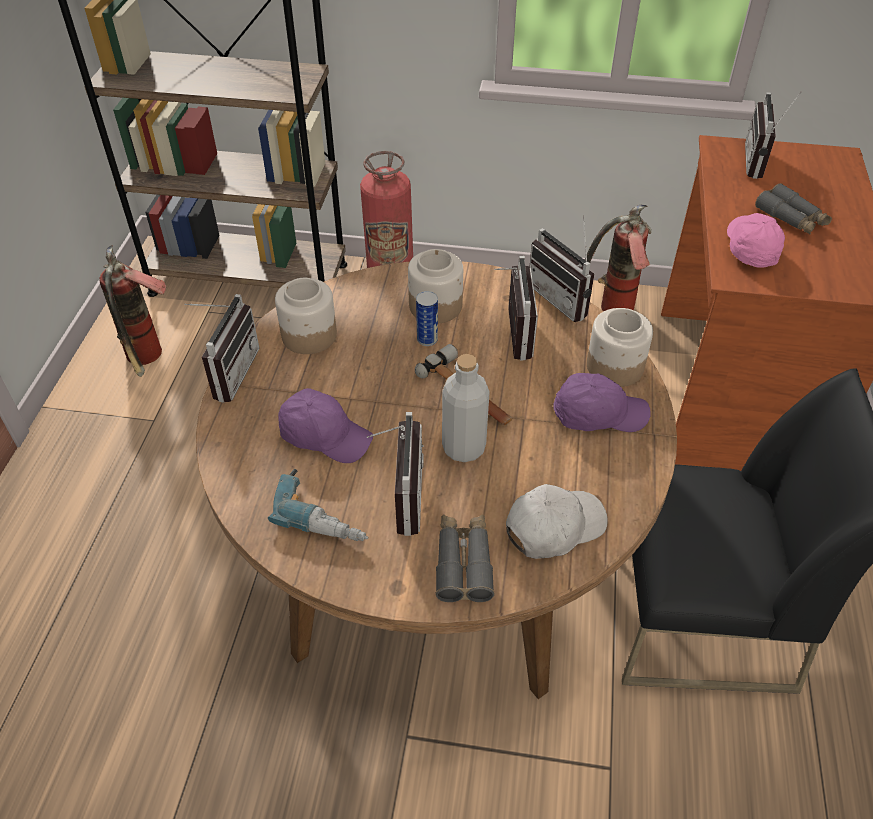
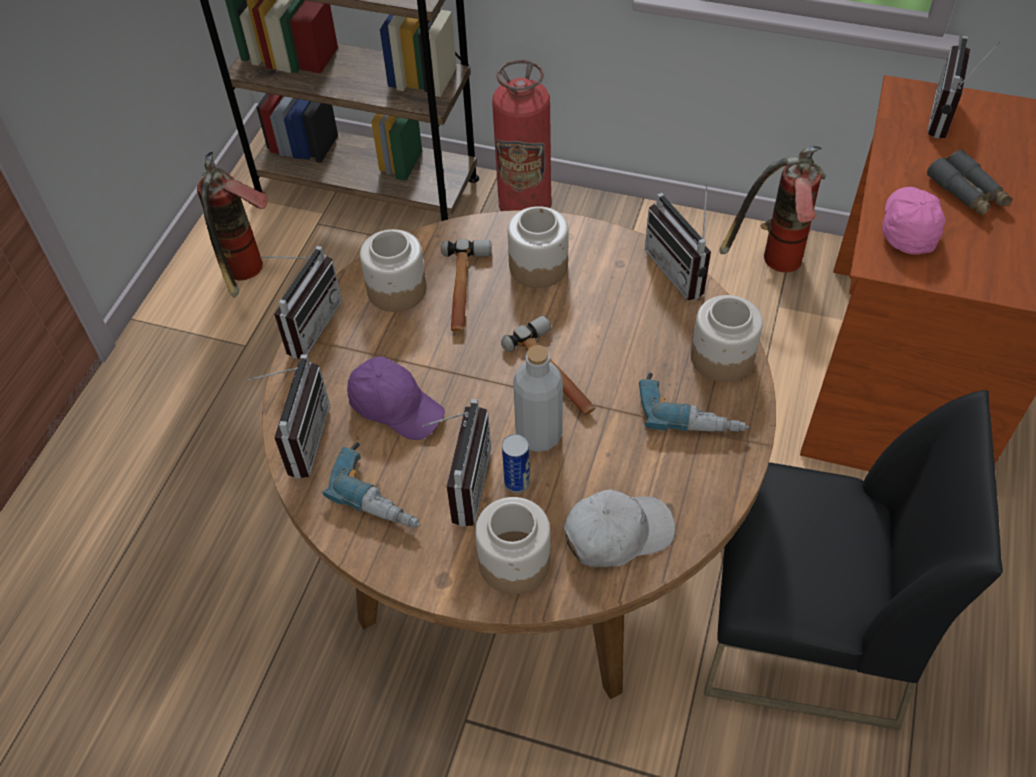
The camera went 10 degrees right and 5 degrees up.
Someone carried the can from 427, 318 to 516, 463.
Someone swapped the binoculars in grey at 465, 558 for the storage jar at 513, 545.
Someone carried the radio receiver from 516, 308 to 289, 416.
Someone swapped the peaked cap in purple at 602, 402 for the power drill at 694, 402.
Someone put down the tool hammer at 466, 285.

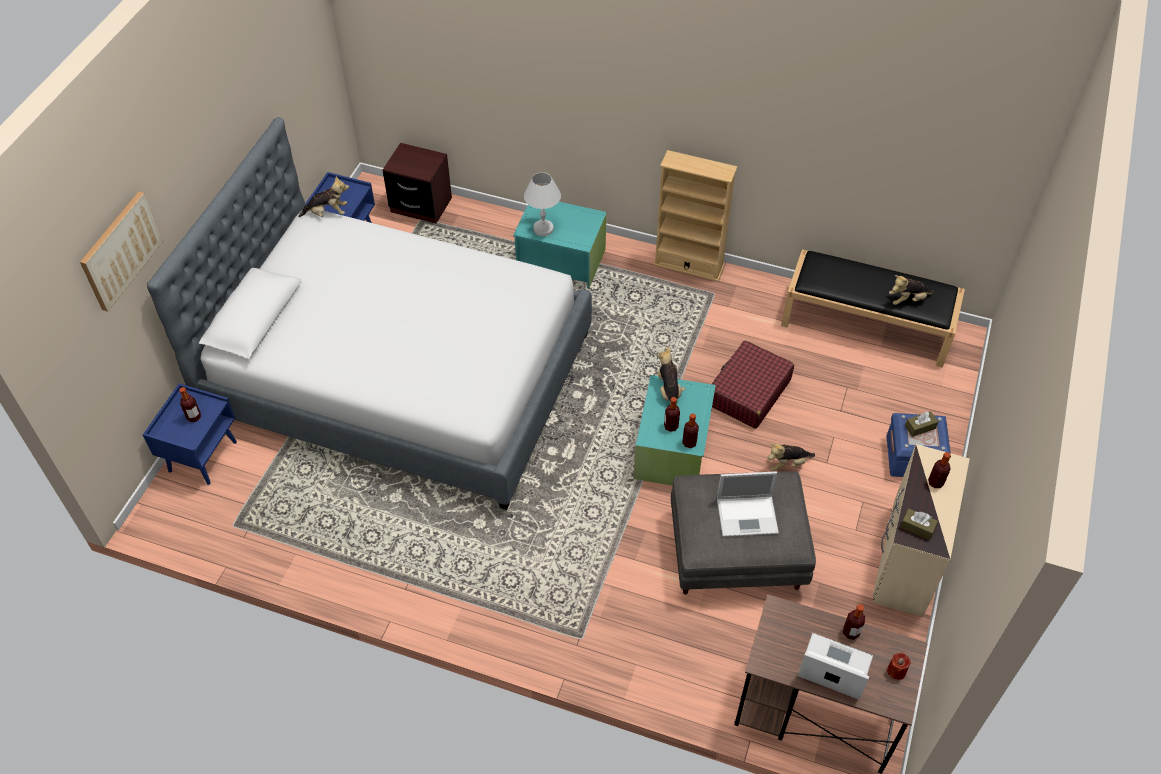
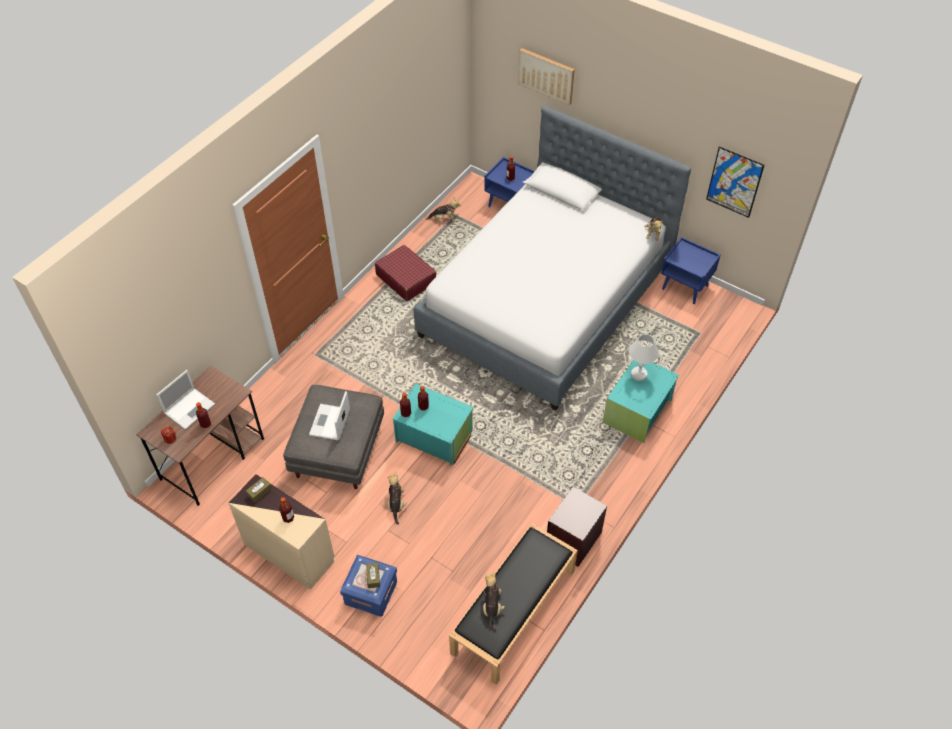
The camera went 105 degrees right and 0 degrees up.
Someone carried the bedside table in brownish from 417, 183 to 577, 527.
Someone took away the shelving unit in beige at 695, 216.
Someone carried the soft toy from 671, 374 to 443, 209.
Someone carried the piece of luggage in red from 753, 385 to 406, 273.
Someone put up the picture at 735, 182.

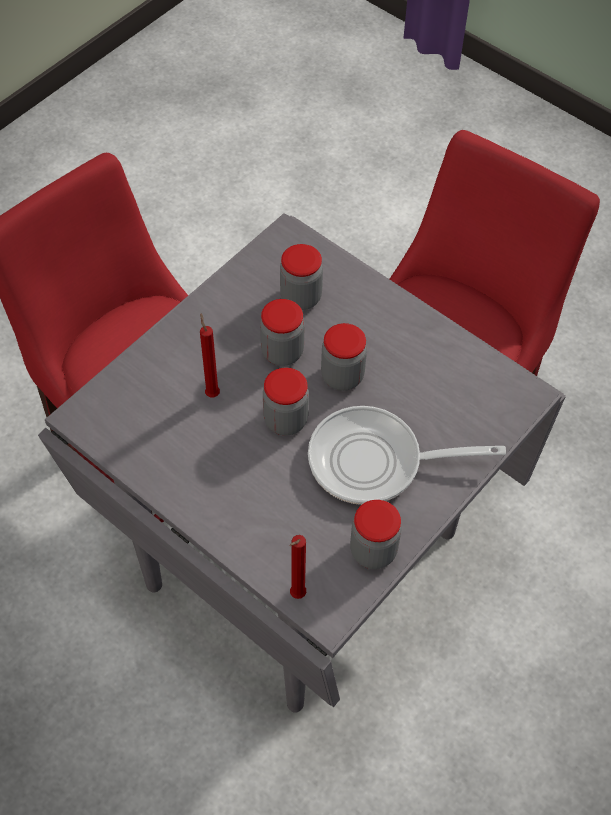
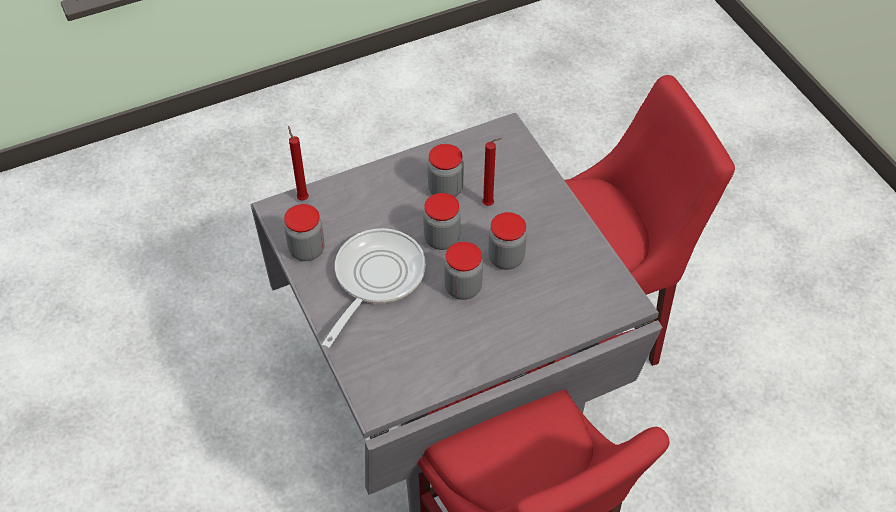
The camera went 115 degrees right and 5 degrees down.
Someone carried the storage jar from 301, 277 to 446, 170.

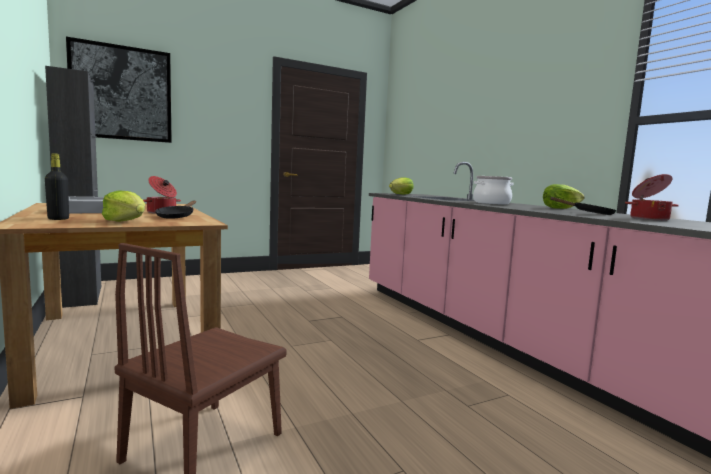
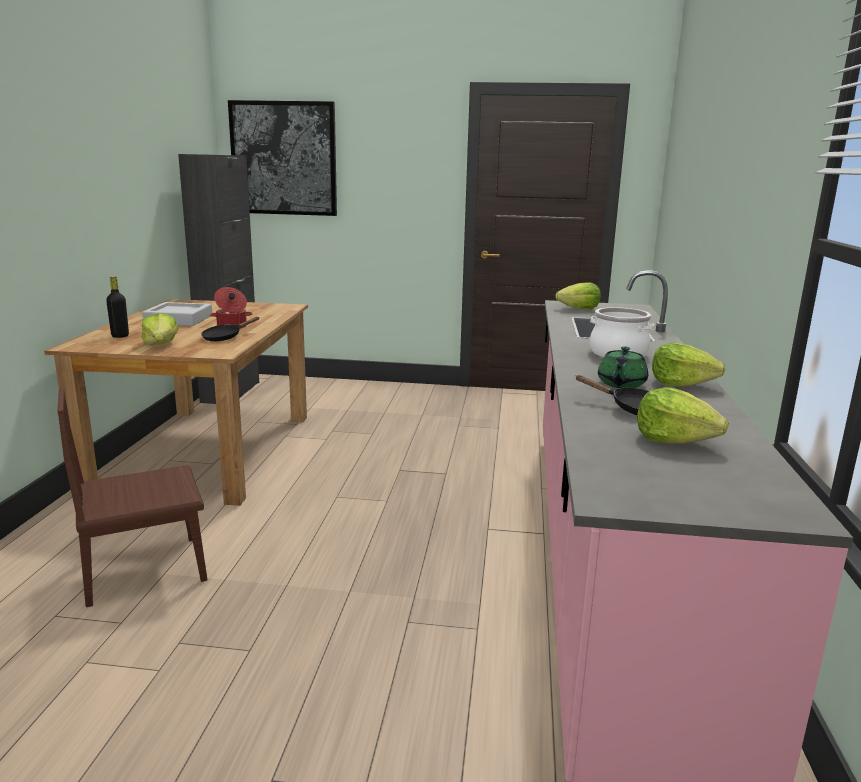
The camera went 35 degrees right and 10 degrees up.
Someone swapped the stockpot at 652, 197 for the head of lettuce at 682, 415.
Someone put down the pot for tea in green-coloured at 623, 367.

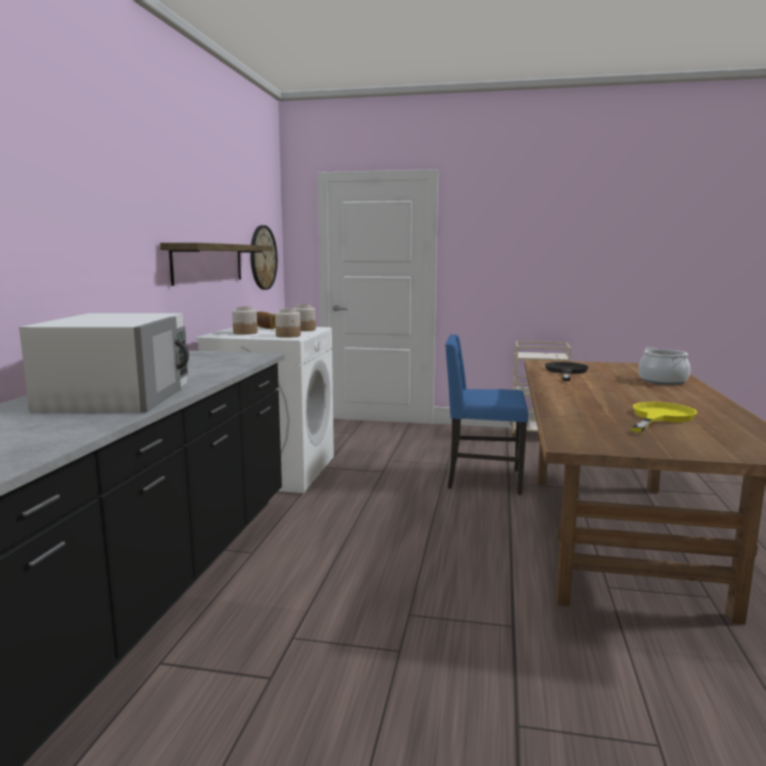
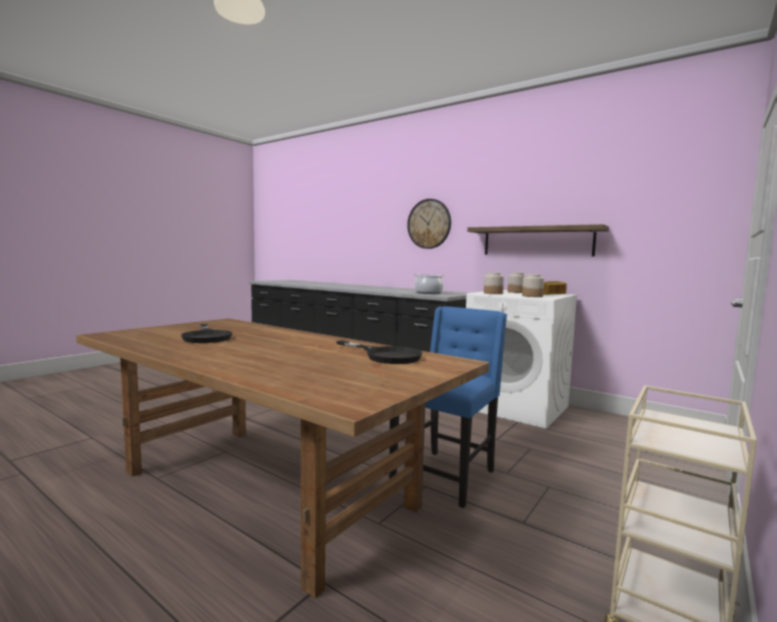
The camera went 115 degrees right and 5 degrees down.
Someone took away the kitchen microwave in white-coloured at 104, 363.
Someone carried the wall clock from 264, 257 to 429, 224.
Someone repainted the skillet in yellow-coloured at 664, 417, which became the skillet in black at 207, 333.
Someone carried the stockpot from 664, 366 to 429, 284.

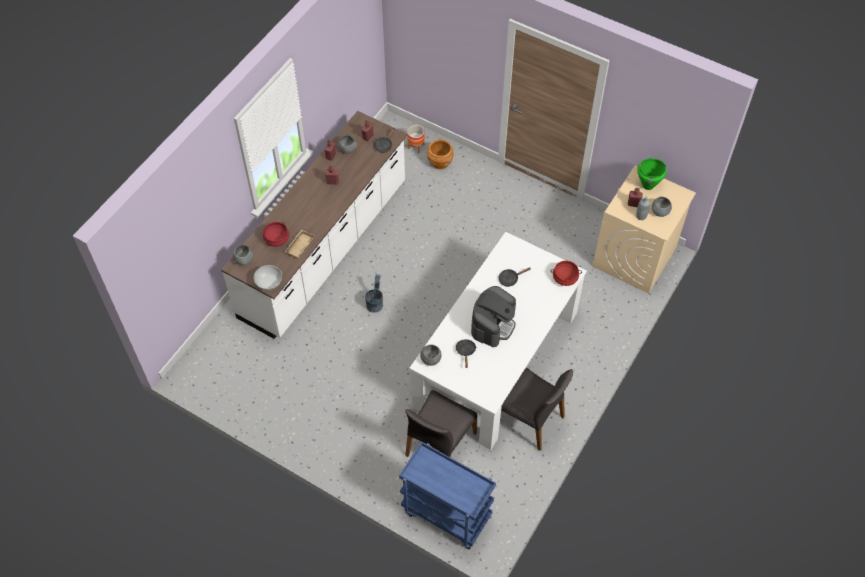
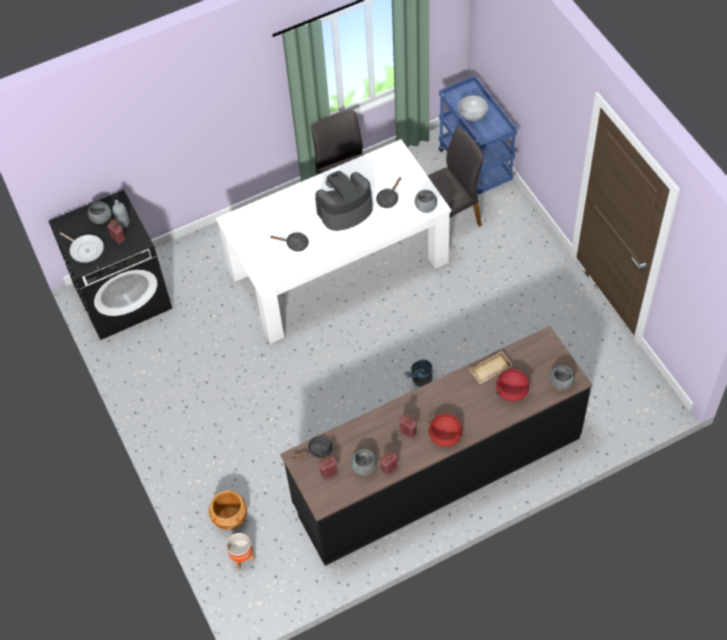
The camera went 145 degrees left and 0 degrees up.
Someone repainted the counter in white-coloured at 314, 225, which became the counter in black at 436, 446.
Someone carried the deep dish in white-coloured from 268, 277 to 473, 108.
Someone carried the stockpot in red from 566, 273 to 445, 430.
Someone repainted the laundry machine in beige at 644, 230, which became the laundry machine in black at 110, 265.
Someone swapped the stockpot in green-coloured at 652, 174 for the skillet at 82, 247.

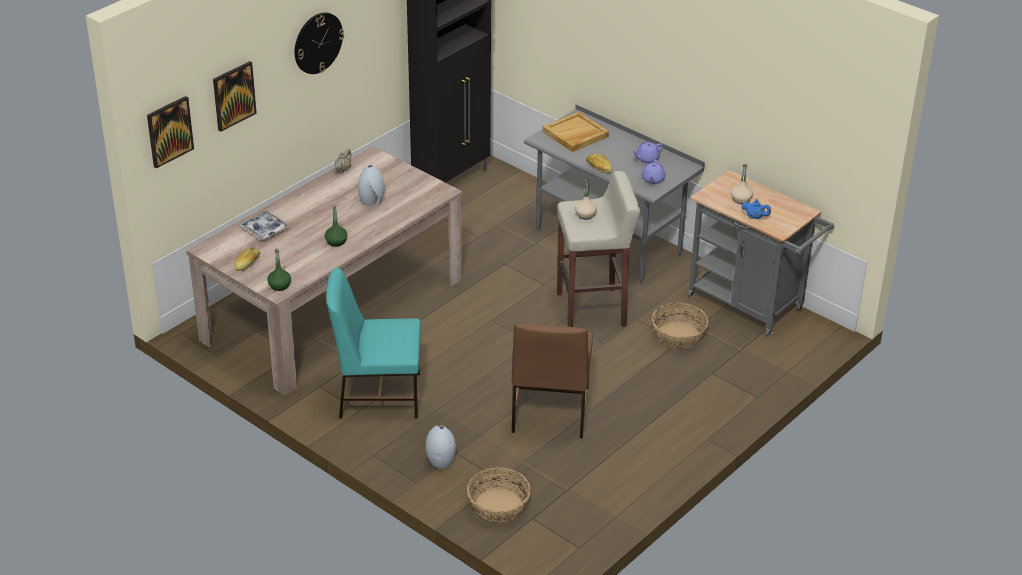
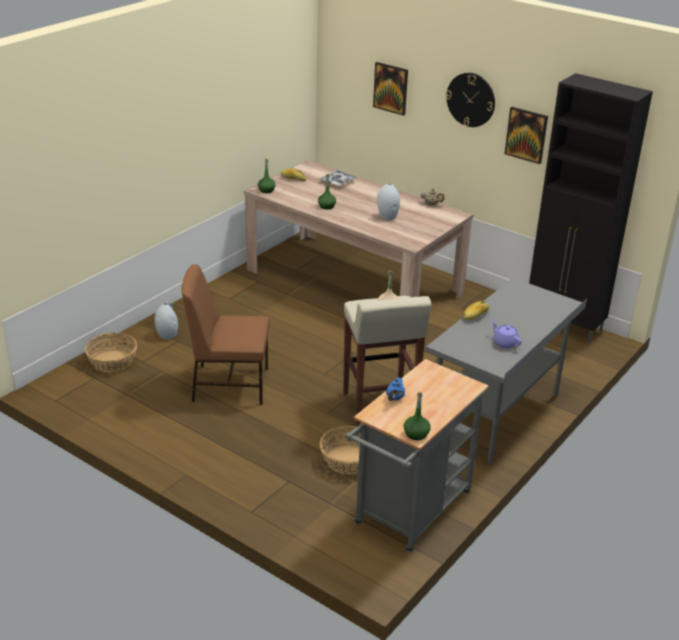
The camera went 85 degrees right and 5 degrees down.
Someone carried the picture from 170, 132 to 526, 135.
Someone took away the upright chair in turquoise at 373, 343.
Someone took away the tray in beige at 576, 132.
Someone took away the pot for tea in purple at 653, 172.
Someone took away the bottle in beige at 742, 184.
Someone put down the bottle in green-coloured at 417, 416.

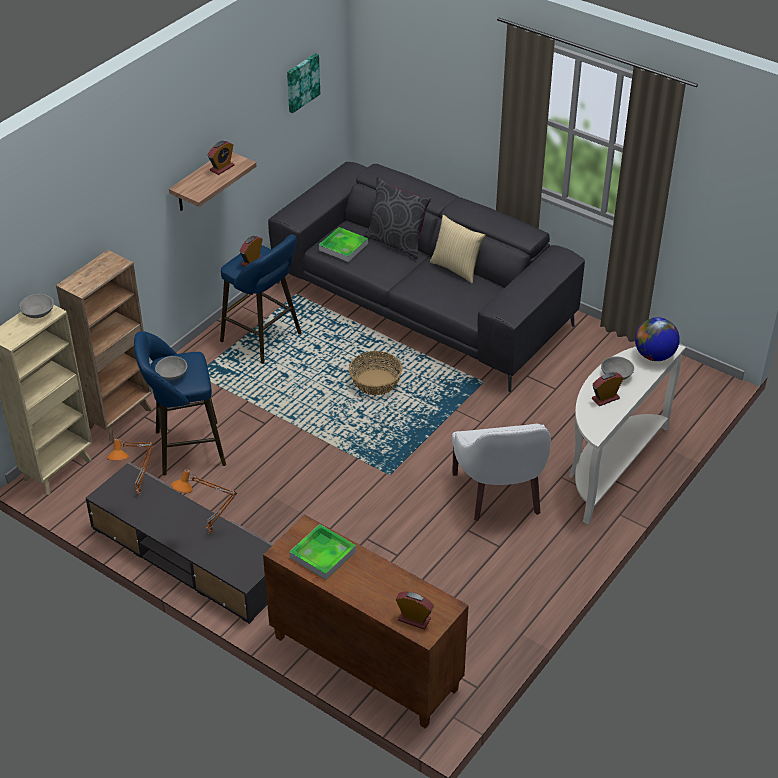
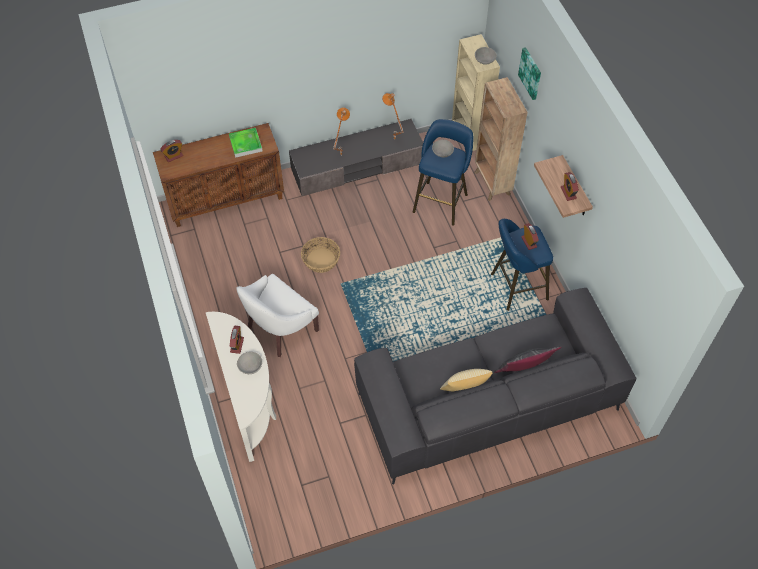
The camera went 125 degrees right and 15 degrees up.
Someone carried the picture from 303, 83 to 529, 73.
Someone took away the tray at 343, 244.
Someone carried the basket from 375, 373 to 320, 255.
Someone rotated the easy chair in white-coloured at 501, 472 by 75 degrees counterclockwise.
Someone took away the world globe at 657, 339.

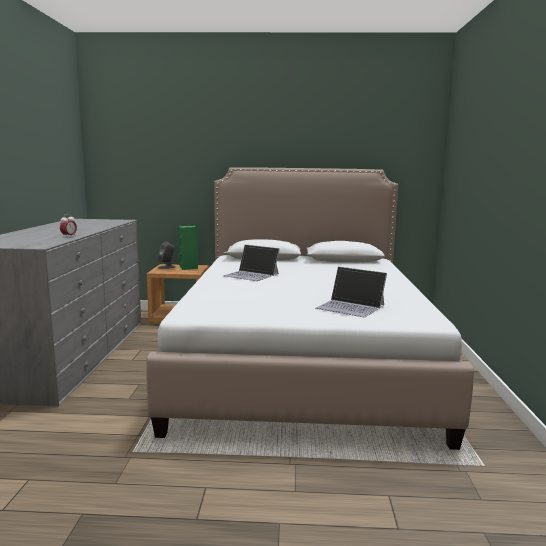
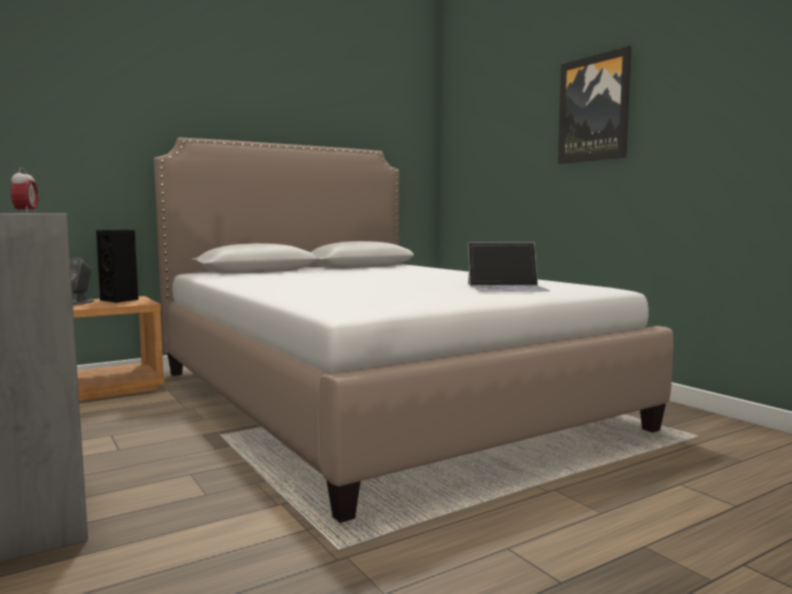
The camera went 35 degrees left and 5 degrees down.
Someone repainted the audio speaker in green-coloured at 188, 248, which became the audio speaker in black at 117, 266.
Someone took away the portable computer at 251, 263.
Someone put up the picture at 594, 105.

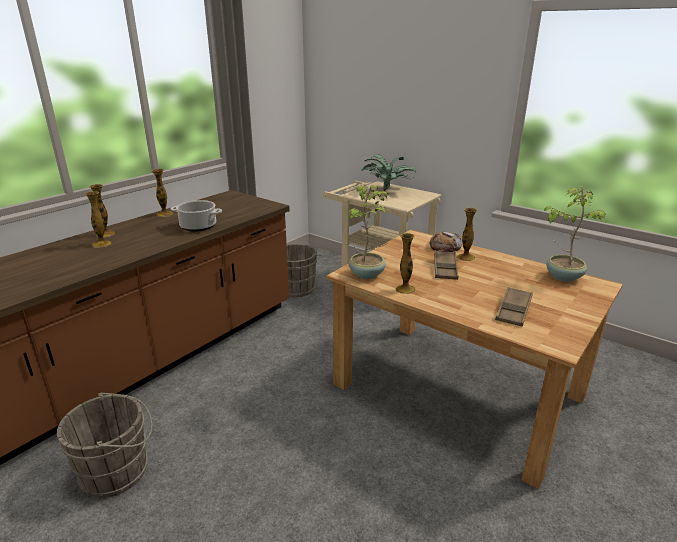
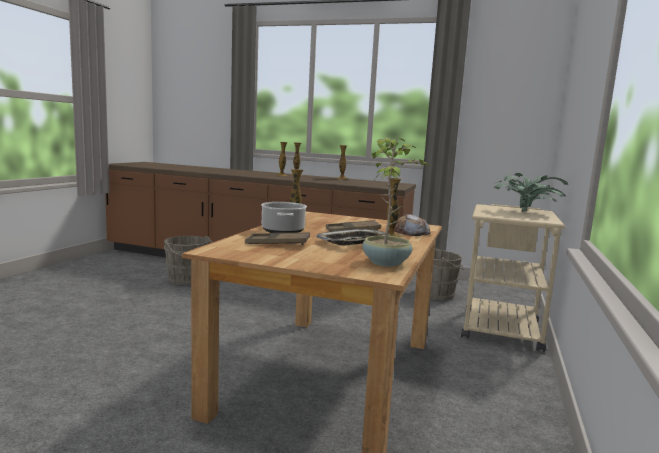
The camera went 70 degrees right and 15 degrees down.
Someone carried the stockpot from 196, 216 to 284, 217.
Someone took away the potted plant at 368, 232.
Someone put down the tray at 353, 237.

